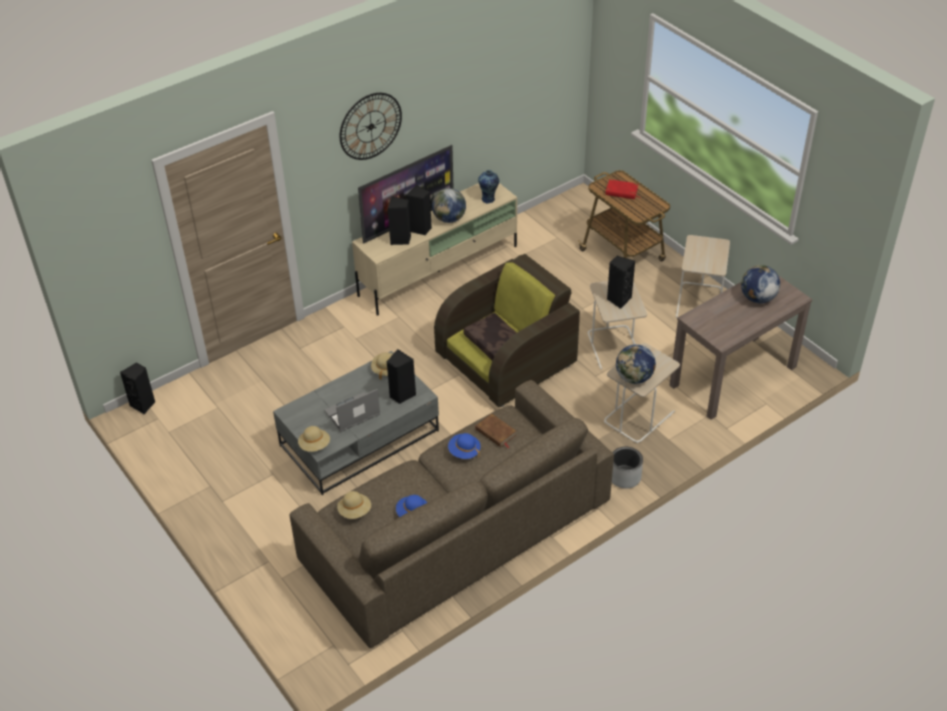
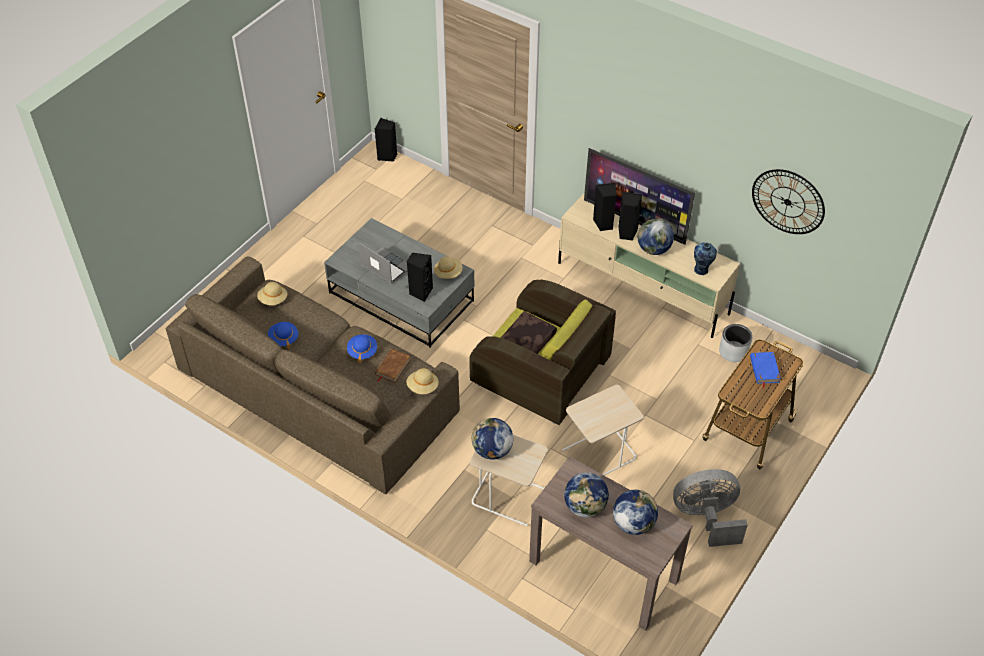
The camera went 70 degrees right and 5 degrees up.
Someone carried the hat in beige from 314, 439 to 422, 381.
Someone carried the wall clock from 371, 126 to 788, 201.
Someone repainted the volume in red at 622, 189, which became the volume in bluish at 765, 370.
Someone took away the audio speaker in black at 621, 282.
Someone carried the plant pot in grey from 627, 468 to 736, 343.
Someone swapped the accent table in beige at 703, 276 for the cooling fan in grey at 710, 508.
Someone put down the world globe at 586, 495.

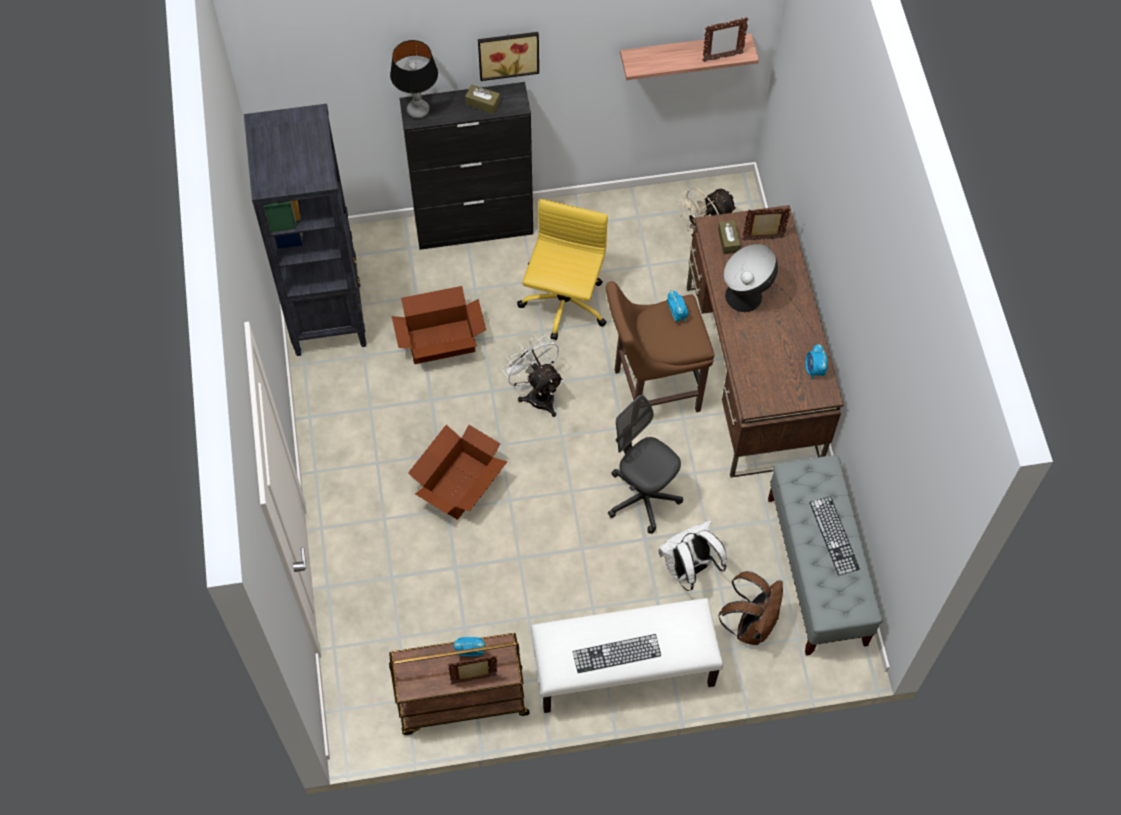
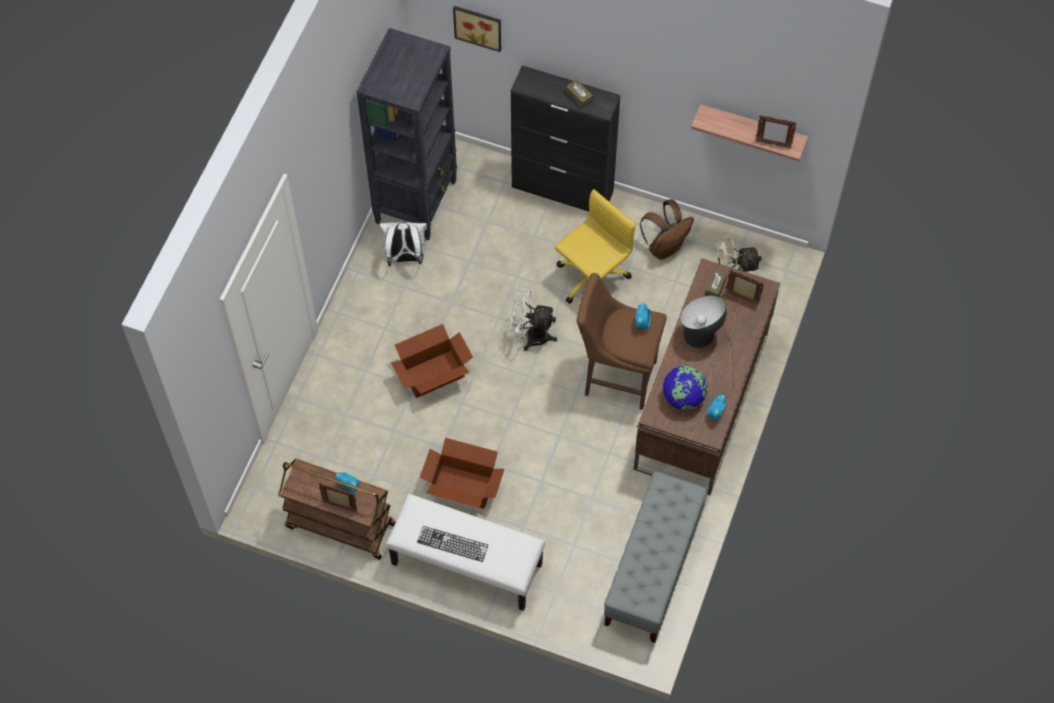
The camera went 30 degrees right and 0 degrees up.
Someone took away the tabletop lamp at 414, 79.
Someone carried the cardboard box from 439, 325 to 462, 473.
Someone carried the picture from 508, 56 to 477, 29.
Someone rotated the cooling fan in white-coloured at 532, 376 by 75 degrees counterclockwise.
Someone took away the office chair in grey at 645, 464.
Someone carried the backpack in white-coloured from 692, 555 to 403, 244.
Someone carried the backpack in brownish from 750, 608 to 667, 229.
Someone took away the keyboard at 834, 536.
Someone put down the world globe at 685, 388.

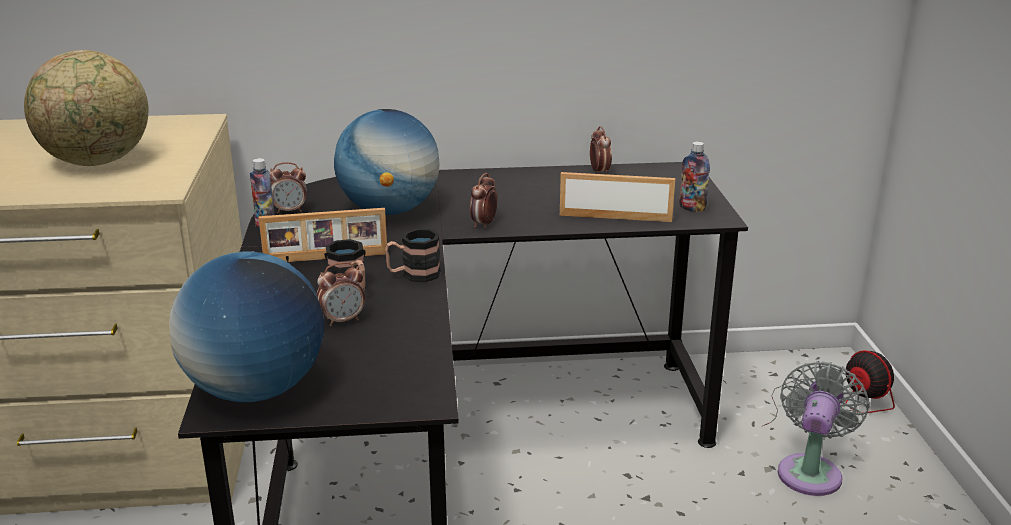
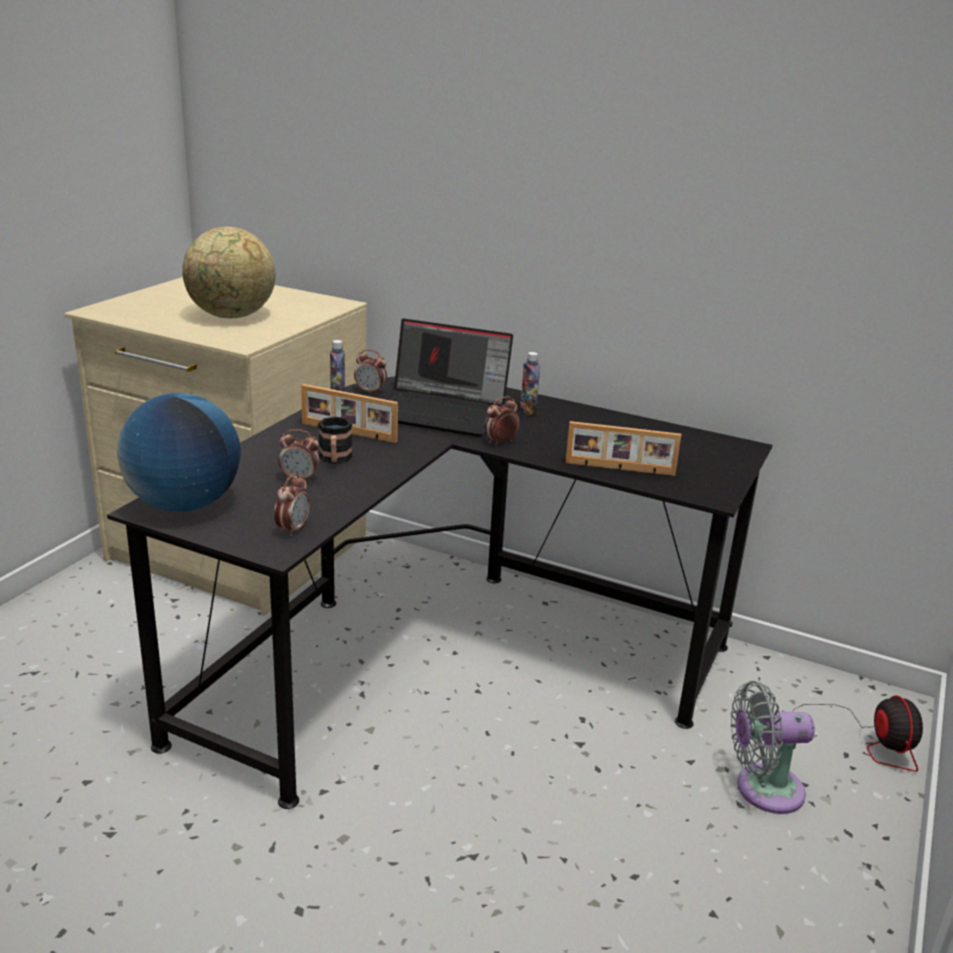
The camera went 30 degrees right and 0 degrees up.
Someone swapped the world globe at 387, 162 for the portable computer at 449, 378.
Someone took away the tea mug at 413, 255.
Someone rotated the photo frame at 617, 197 by 150 degrees clockwise.
Someone carried the table clock from 601, 150 to 292, 504.
Someone carried the bottle from 694, 177 to 530, 383.
Someone rotated the cooling fan in grey at 824, 428 by 150 degrees counterclockwise.

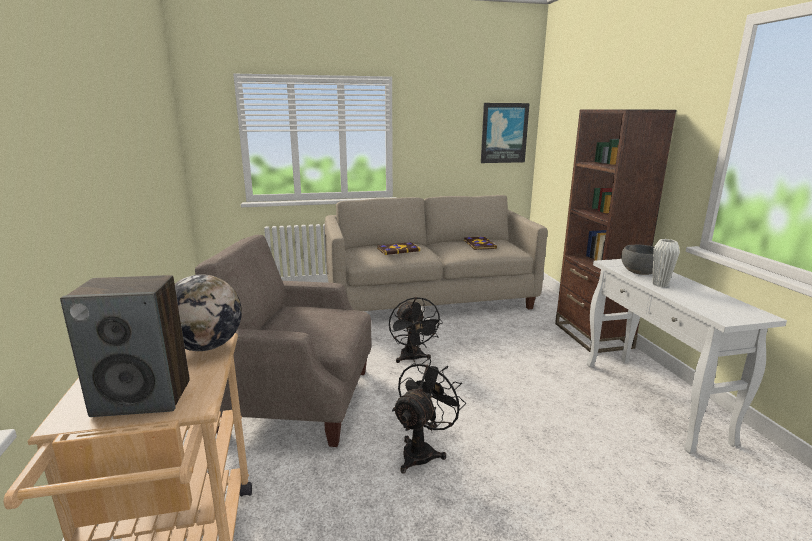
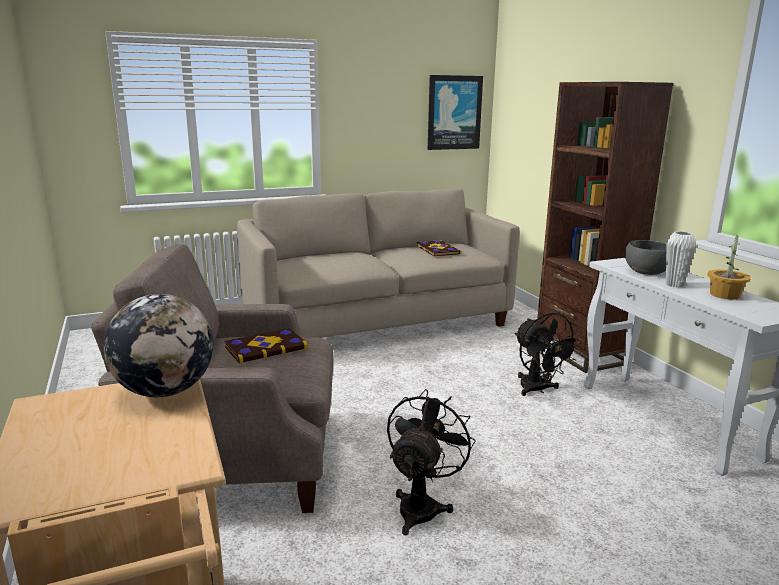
The camera went 10 degrees left and 0 degrees up.
Someone took away the audio speaker at 125, 346.
Someone carried the volume from 398, 248 to 266, 345.
Someone carried the cooling fan in black from 416, 330 to 548, 354.
Someone put down the potted plant at 729, 267.

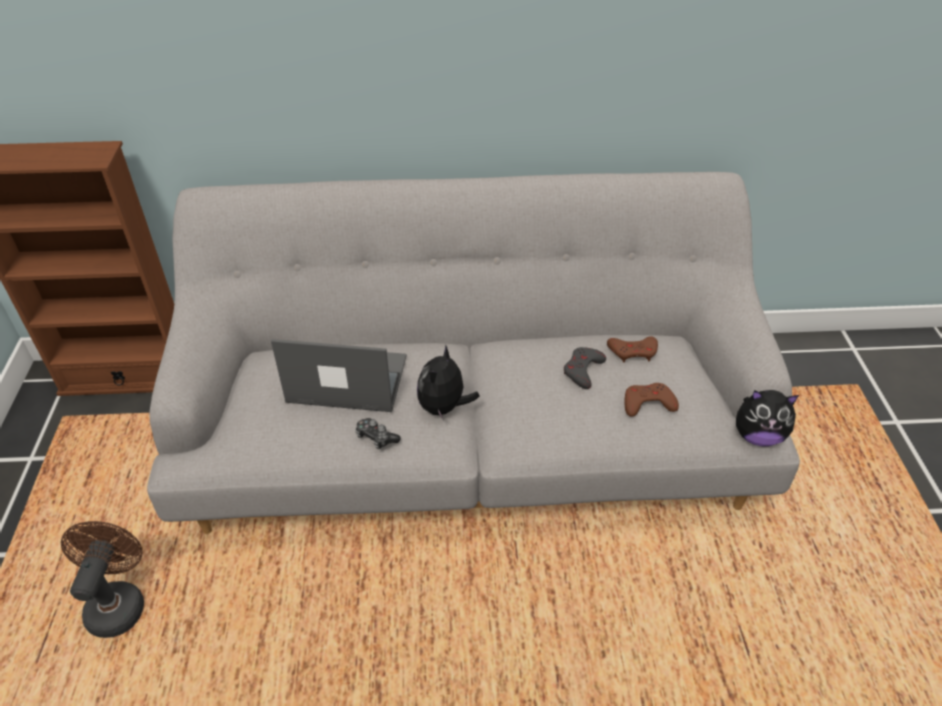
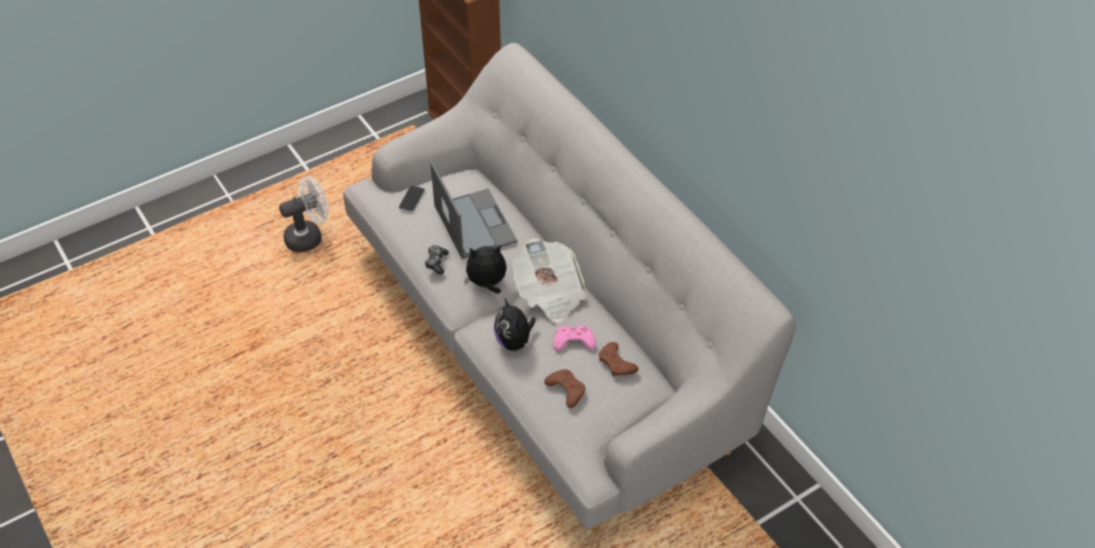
The camera went 60 degrees right and 5 degrees up.
Someone repainted the cooling fan in brownish at 102, 579, which became the cooling fan in white-coloured at 303, 214.
Someone repainted the game controller in grey at 585, 368, which became the game controller in pink-coloured at 574, 338.
Someone carried the soft toy from 767, 418 to 515, 324.
Someone put down the handset at 412, 199.
Someone put down the daily paper at 549, 280.

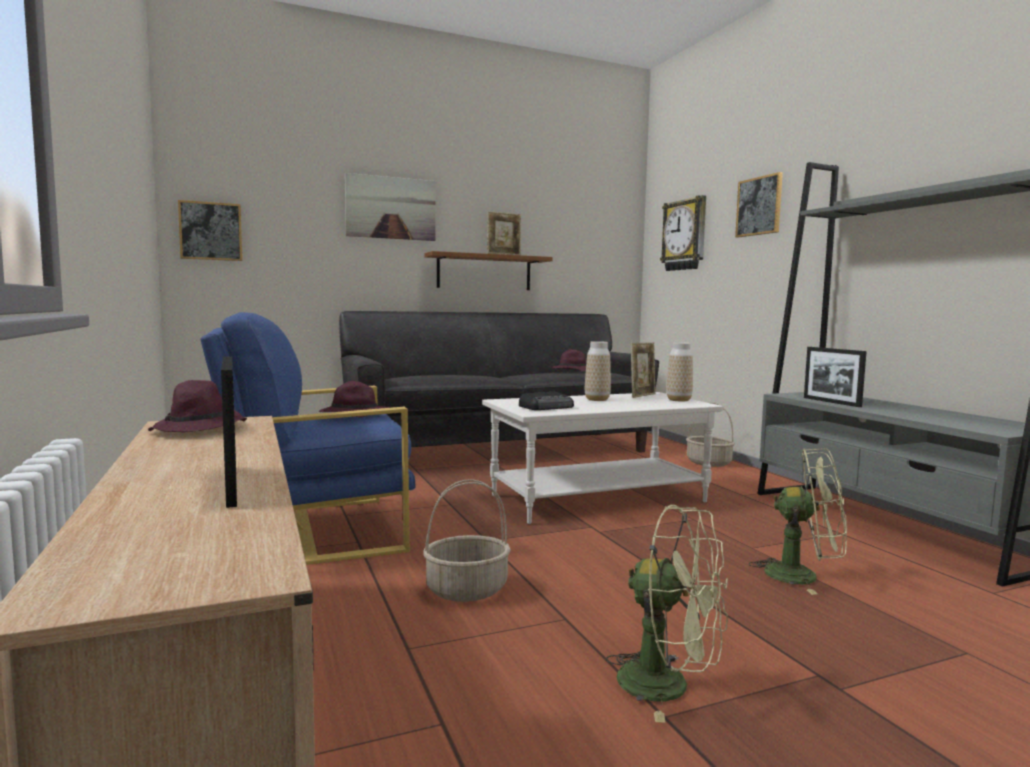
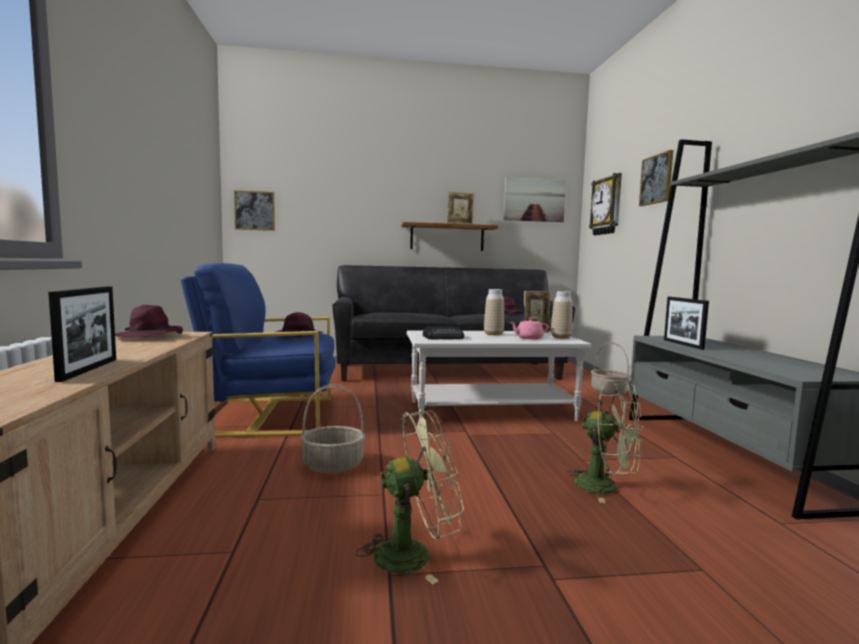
The camera went 15 degrees right and 0 degrees up.
Someone carried the picture from 390, 207 to 535, 199.
Someone rotated the cooling fan in green-coloured at 667, 614 by 60 degrees counterclockwise.
Someone put down the pot for tea in pink-coloured at 529, 328.

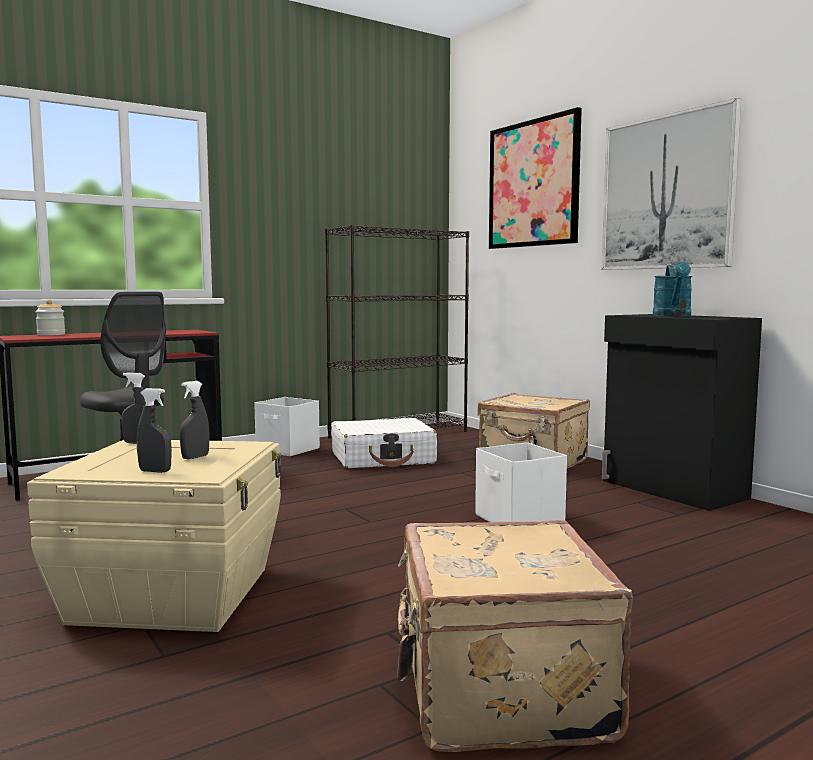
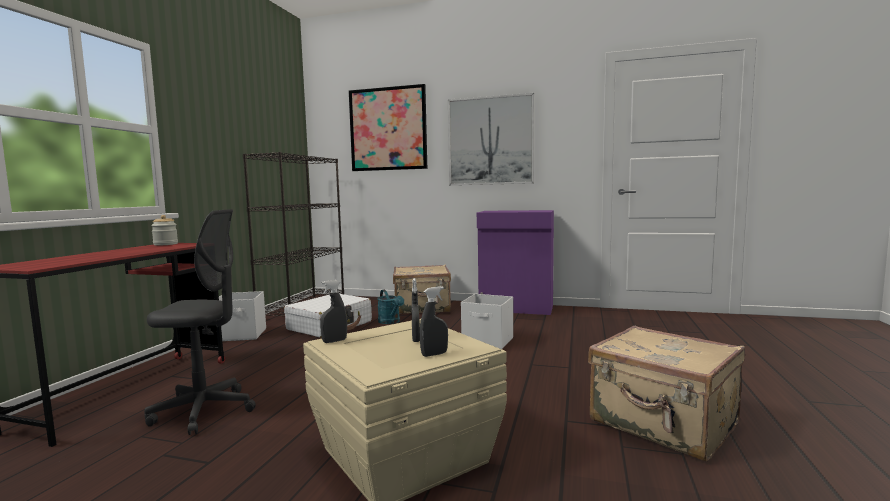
The camera went 40 degrees left and 0 degrees up.
Someone carried the storage jar from 50, 318 to 164, 230.
Someone repainted the cupboard in black at 682, 412, which became the cupboard in purple at 515, 262.
Someone carried the watering pot in turquoise from 672, 289 to 390, 307.

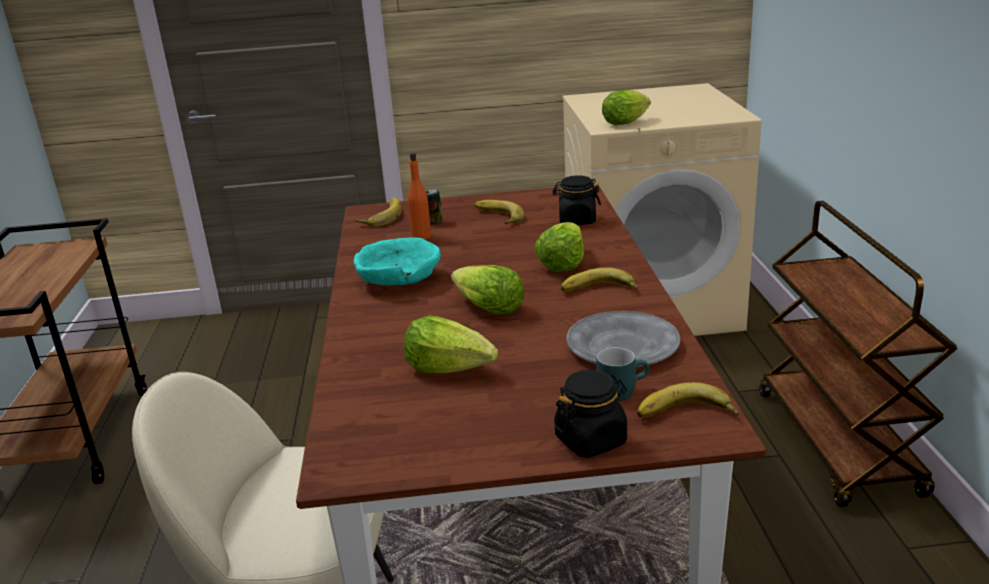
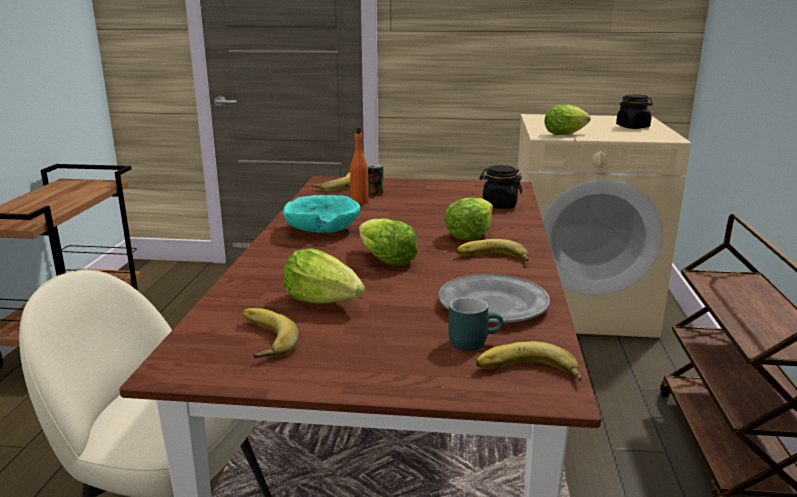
The camera went 10 degrees right and 5 degrees down.
Someone carried the banana from 499, 212 to 270, 333.
Someone carried the storage jar in black from 590, 414 to 634, 111.

